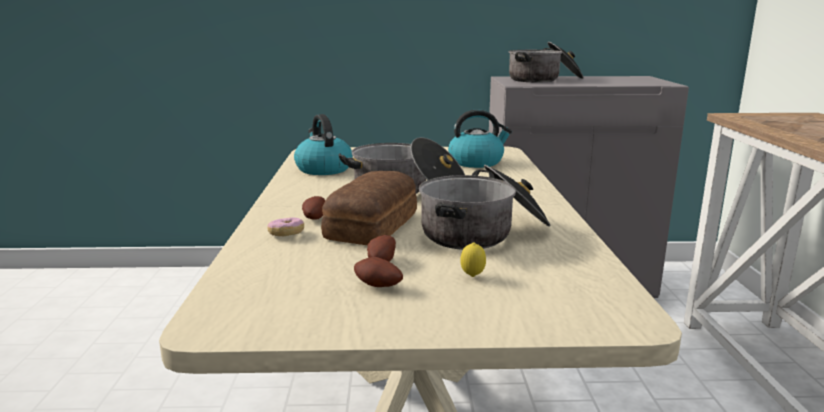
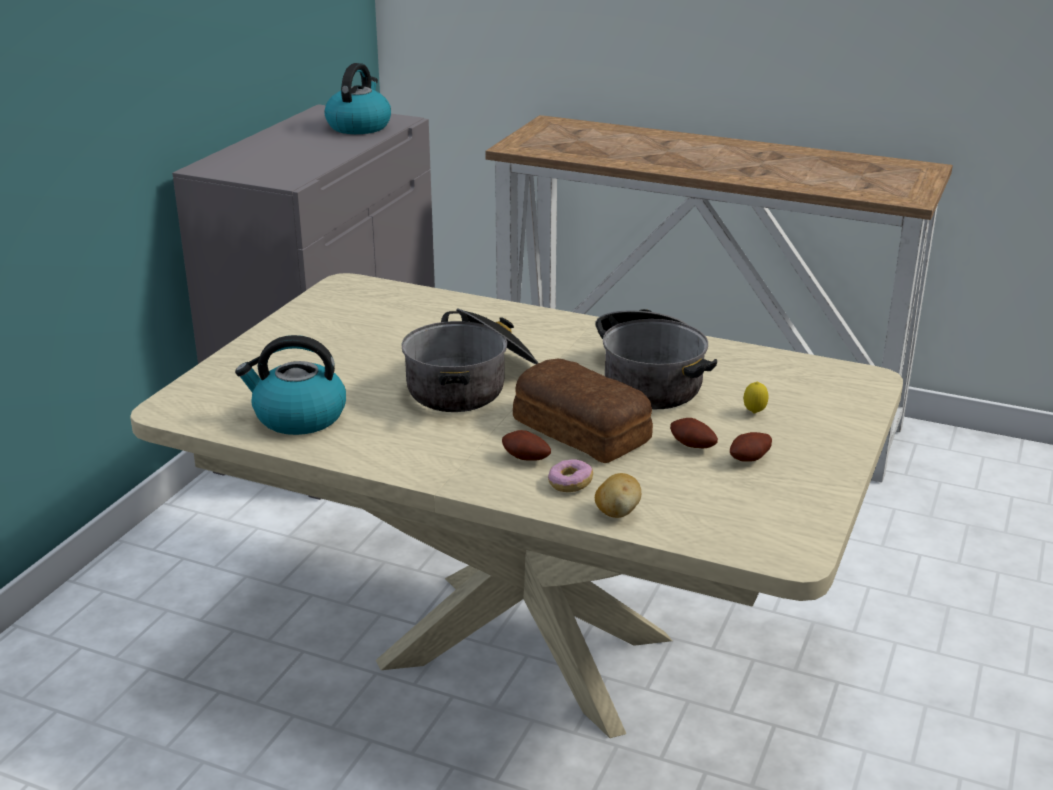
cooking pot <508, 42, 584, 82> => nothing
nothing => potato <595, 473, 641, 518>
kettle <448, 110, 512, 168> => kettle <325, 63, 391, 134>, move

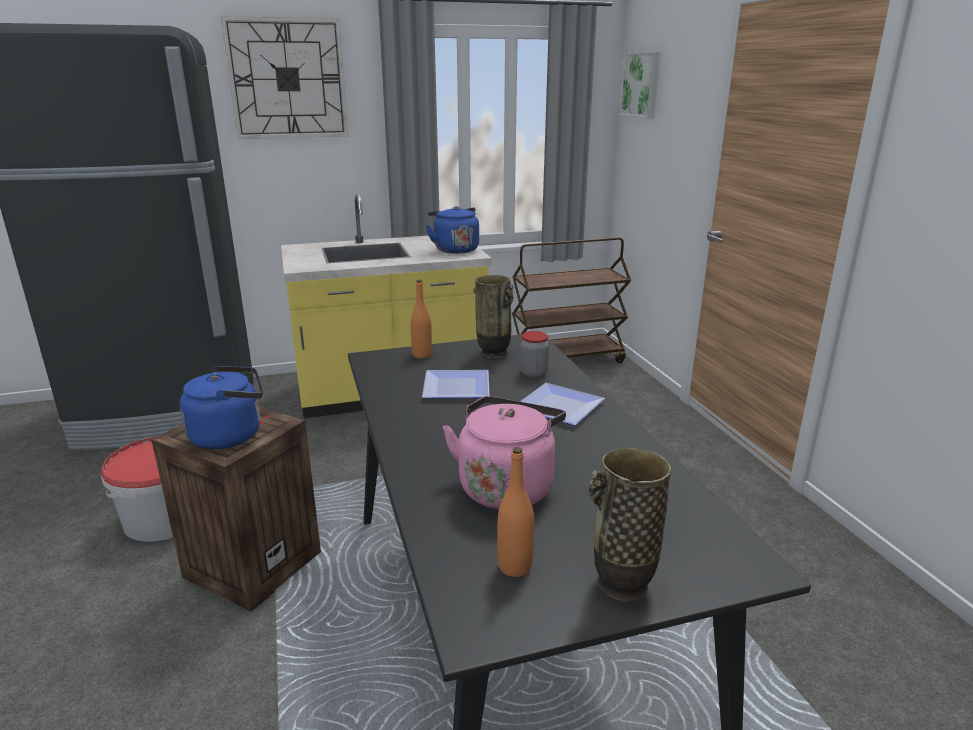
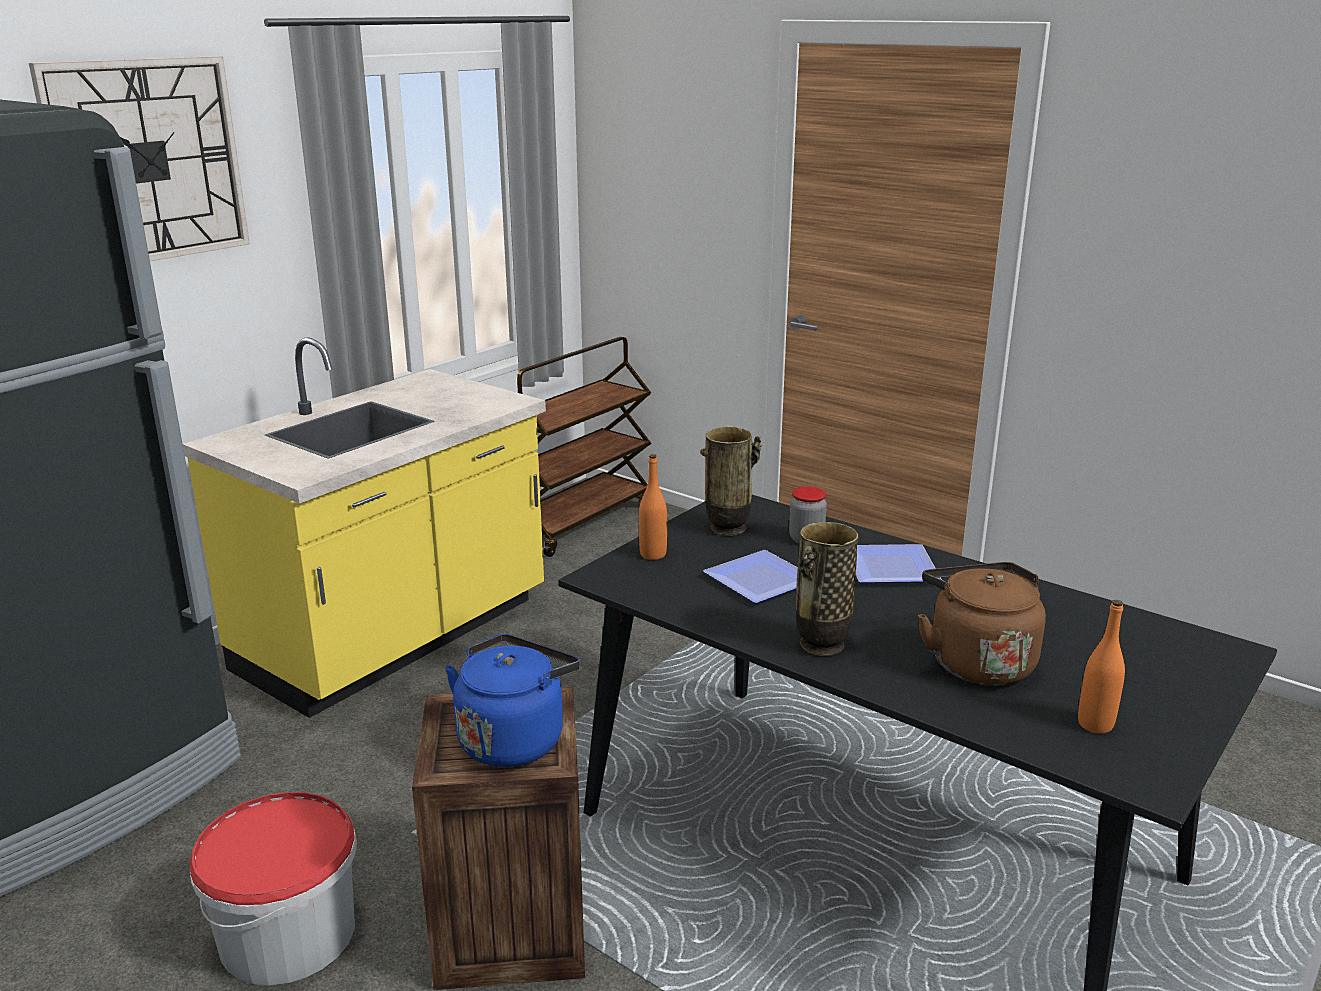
blue kettle <426, 206, 479, 254> => nothing
picture <619, 52, 660, 119> => nothing
vase <589, 448, 671, 601> => vase <796, 522, 858, 656>, move
pink kettle <443, 396, 566, 510> => brown kettle <918, 562, 1046, 685>

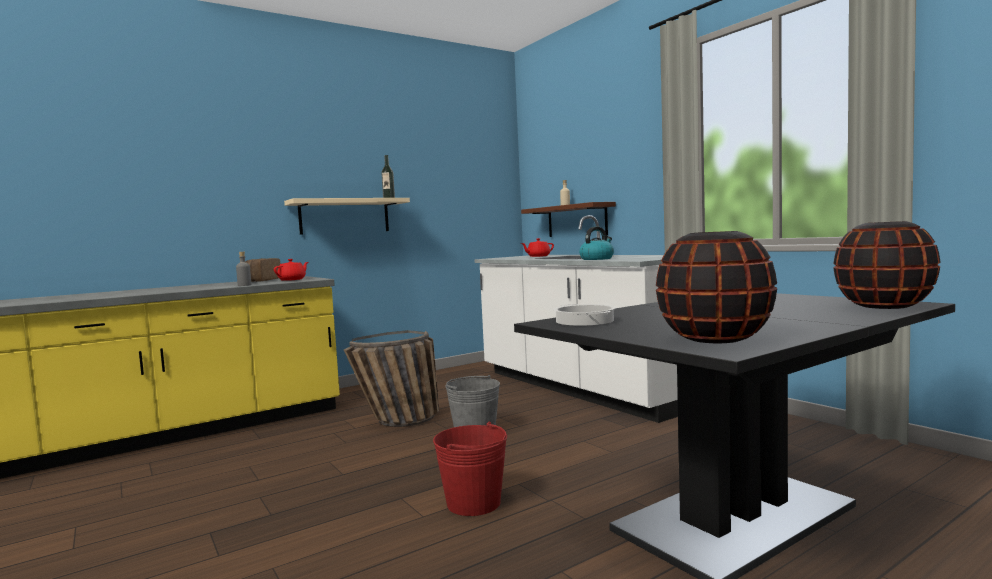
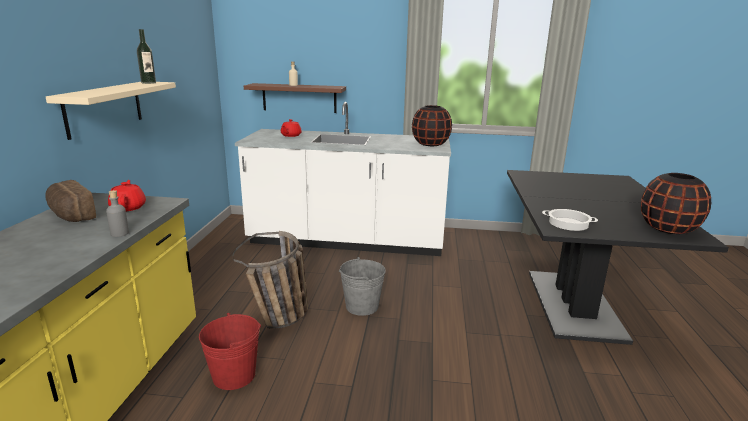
kettle <579, 226, 614, 260> => nothing
red bucket <433, 421, 507, 516> => red bucket <199, 313, 261, 390>, move
black vase <833, 221, 940, 309> => black vase <412, 105, 452, 146>, move

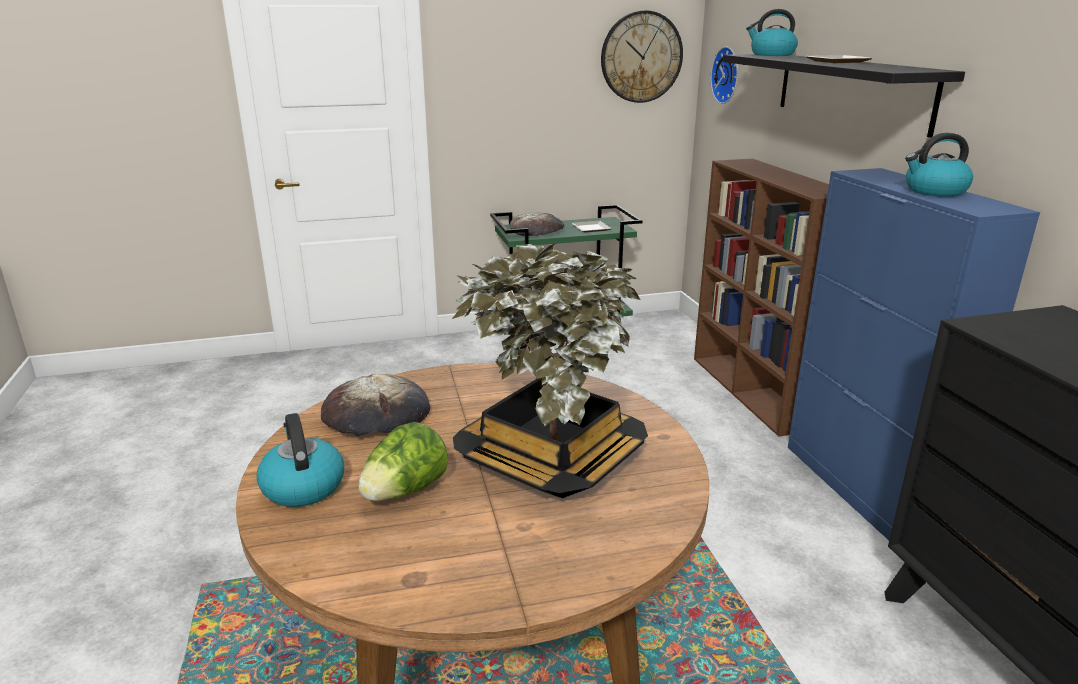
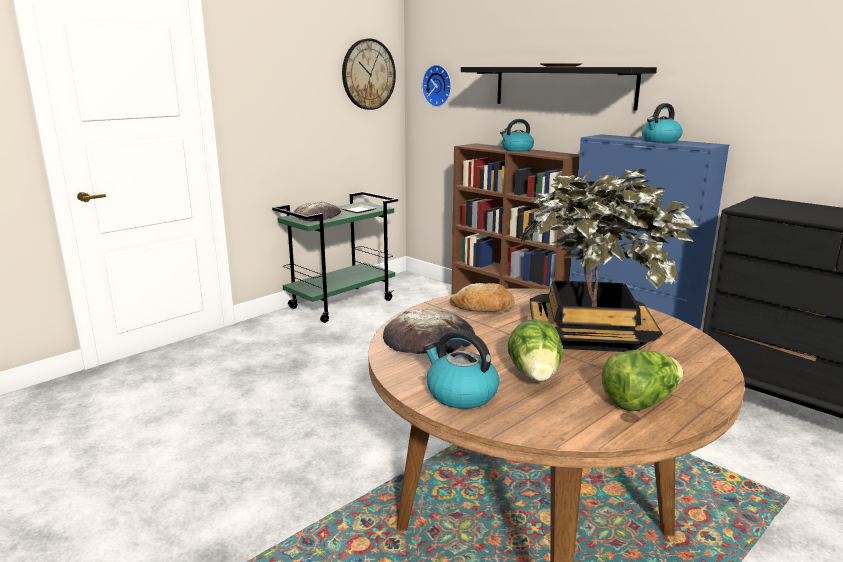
nothing => bread <449, 283, 515, 312>
nothing => lettuce <602, 350, 683, 411>
kettle <746, 9, 798, 56> => kettle <500, 119, 534, 152>, move

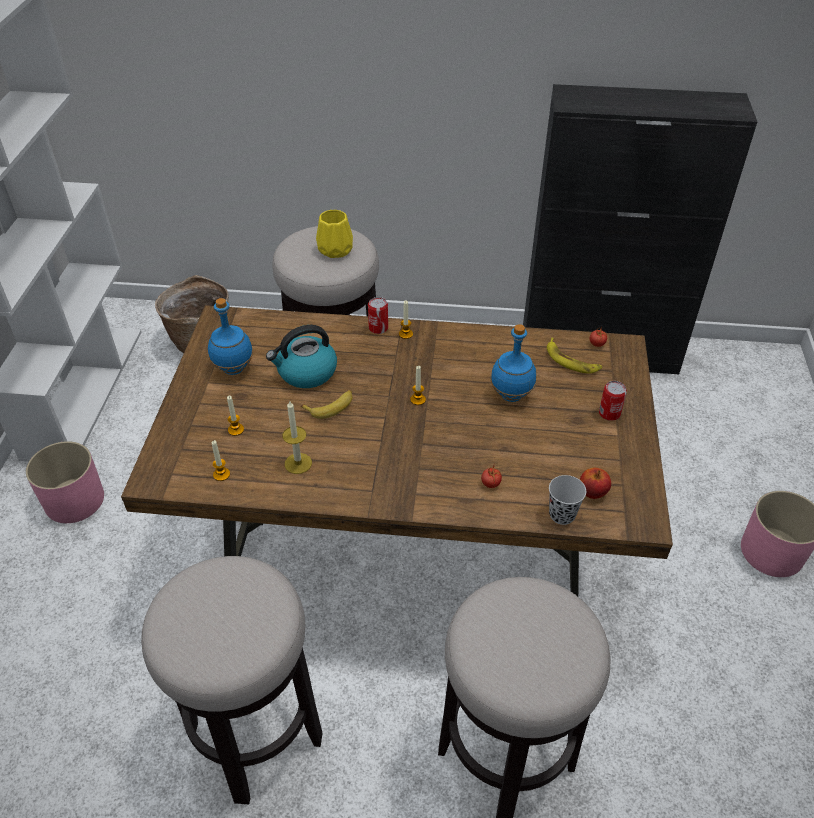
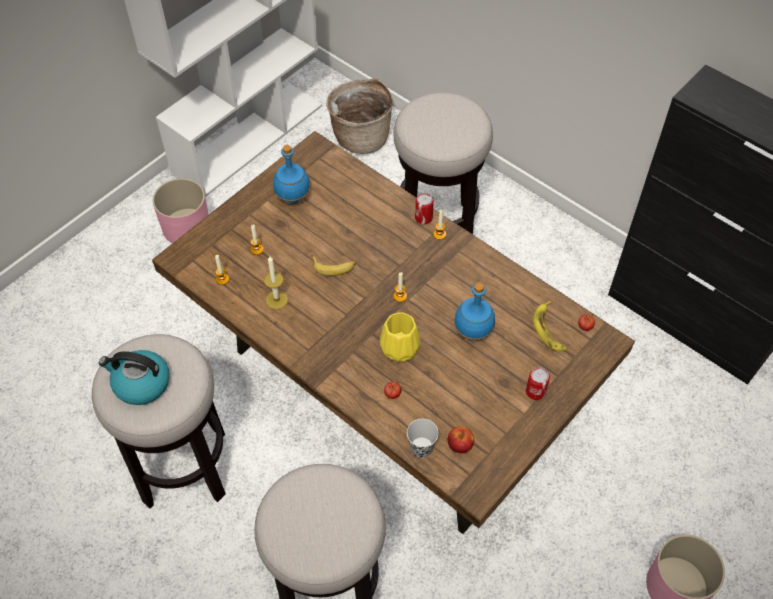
kettle <266, 325, 337, 388> => kettle <99, 350, 170, 405>, move
yellow vase <316, 210, 353, 258> => yellow vase <380, 312, 420, 362>, move

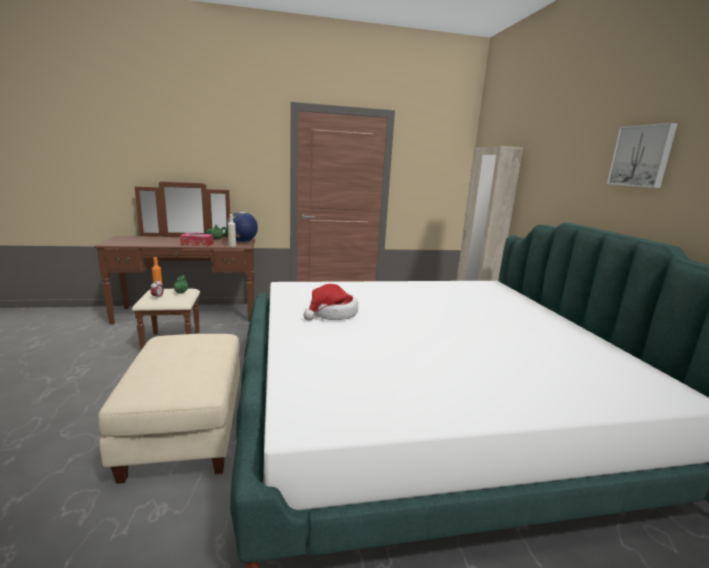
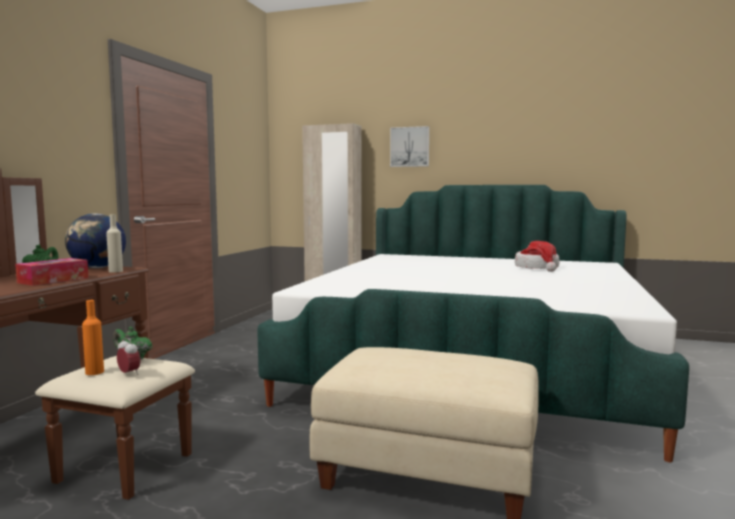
hat <303, 284, 358, 321> => hat <515, 241, 559, 272>, move
picture <607, 123, 678, 188> => picture <390, 126, 429, 167>, move

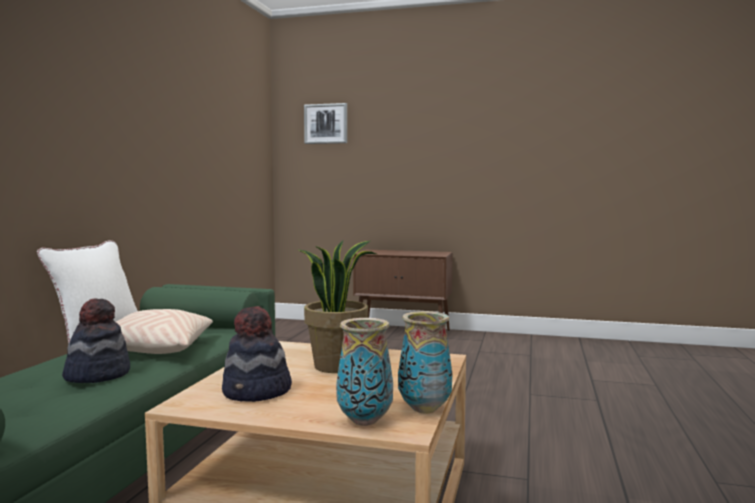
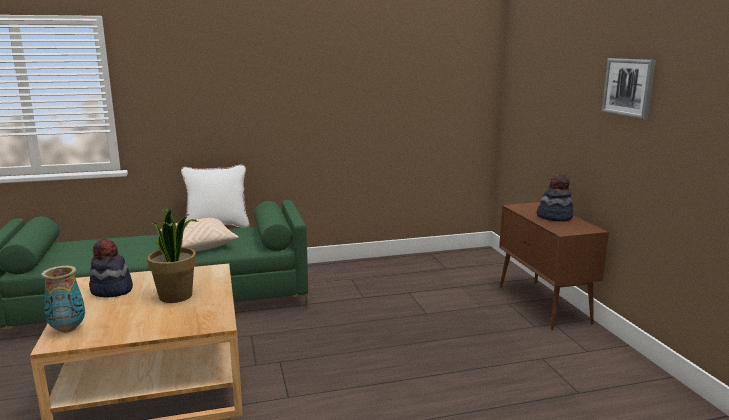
vase <398, 311, 452, 414> => nothing
hat <62, 298, 130, 383> => hat <537, 174, 573, 221>, move
picture <304, 103, 347, 144> => picture <601, 58, 656, 120>, move

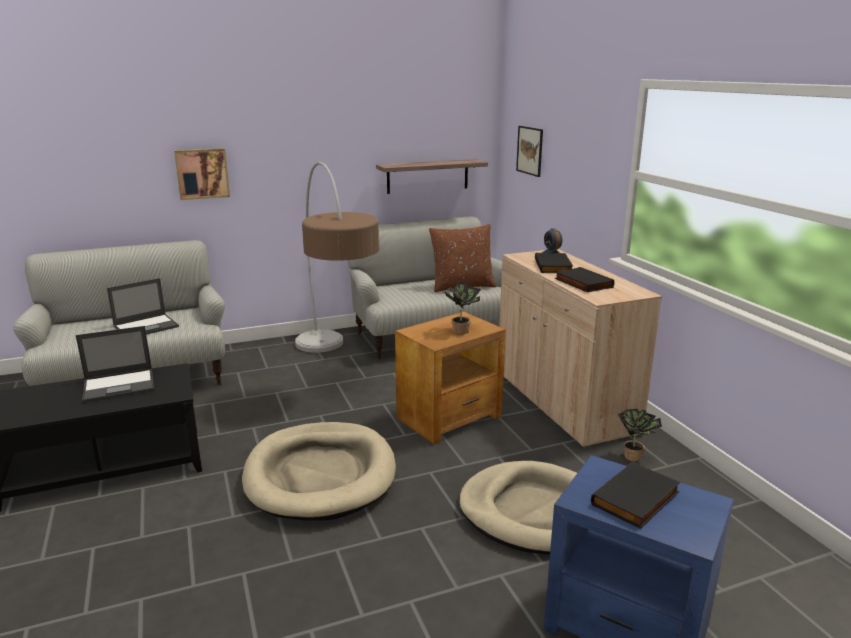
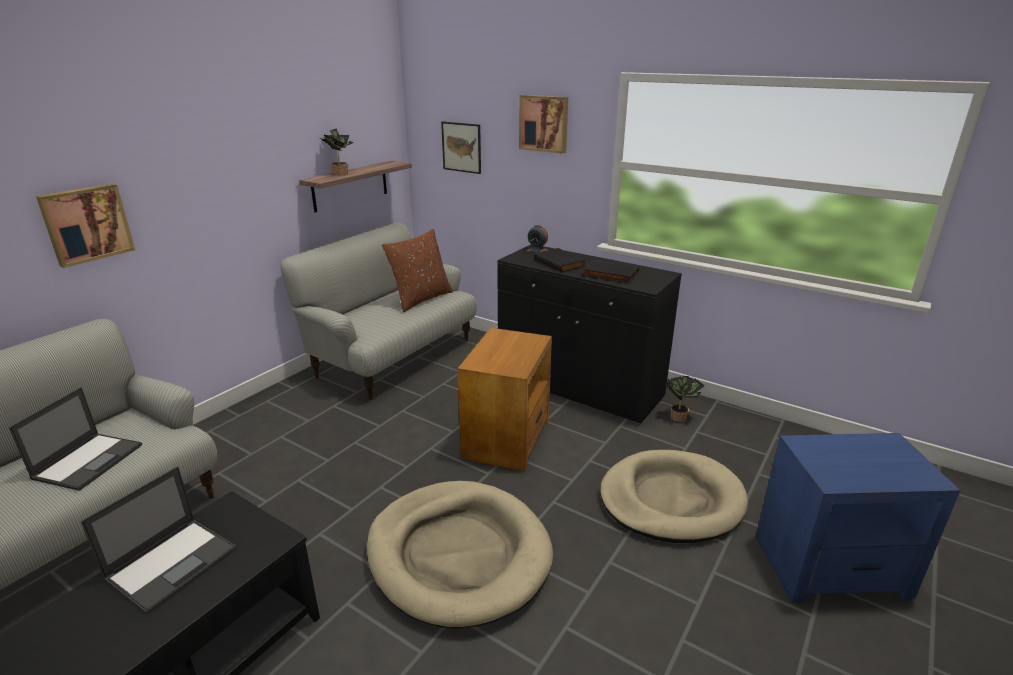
floor lamp <295, 162, 379, 353> => nothing
black book <591, 461, 680, 529> => nothing
nothing => picture <519, 95, 568, 154>
potted plant <444, 282, 481, 334> => potted plant <320, 129, 354, 176>, move
beige cabinet <499, 249, 662, 449> => black cabinet <497, 245, 682, 425>

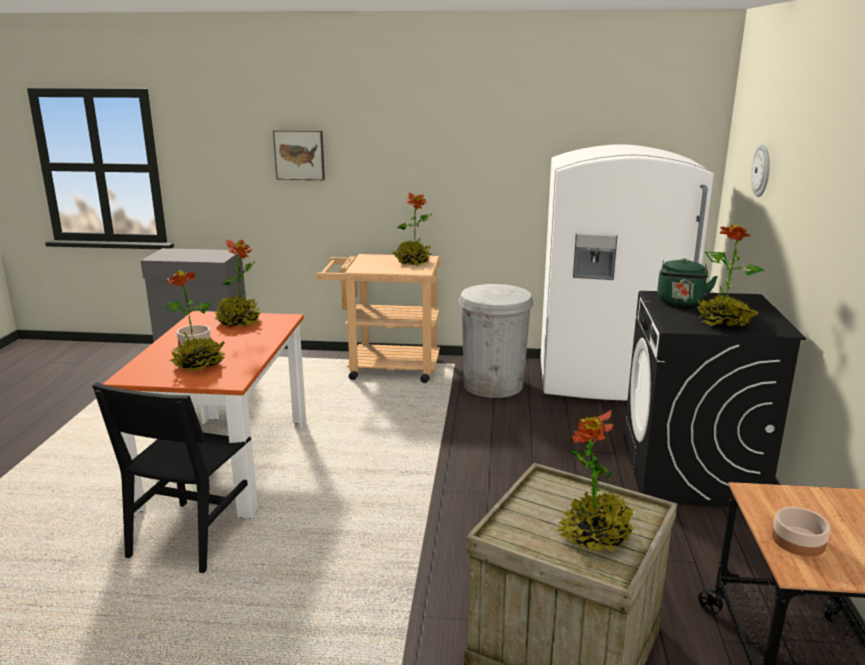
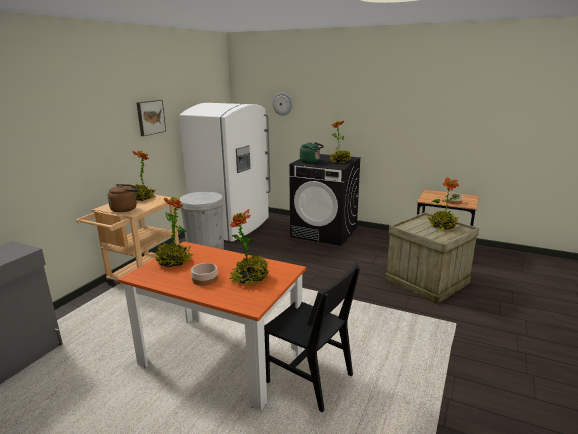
nothing => brown kettle <107, 184, 139, 212>
picture <273, 130, 325, 180> => picture <136, 100, 166, 136>, move

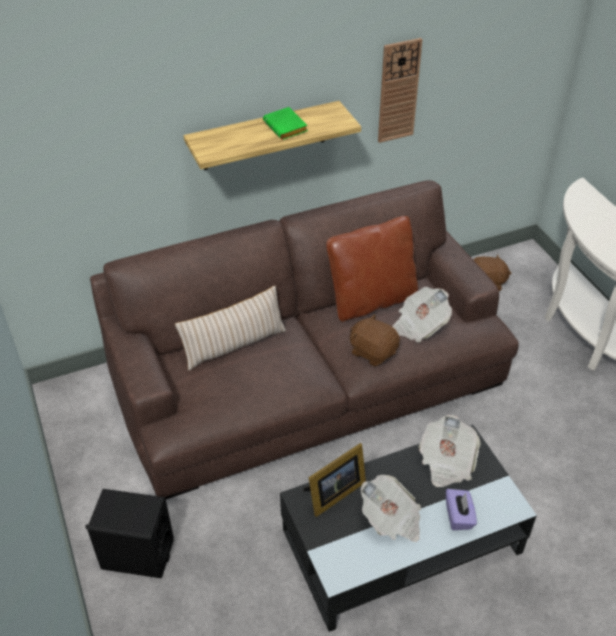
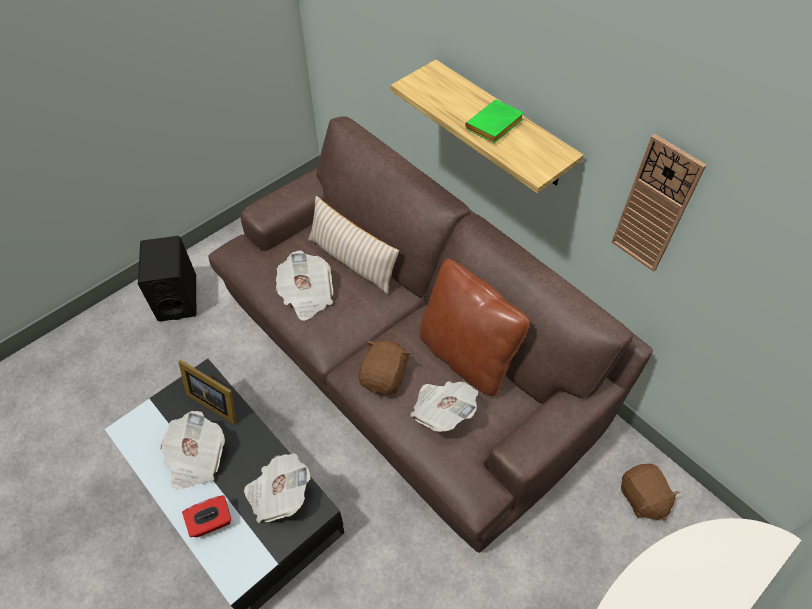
nothing => newspaper <275, 251, 333, 321>
purple tissue box <446, 489, 477, 530> => red tissue box <182, 495, 231, 537>

